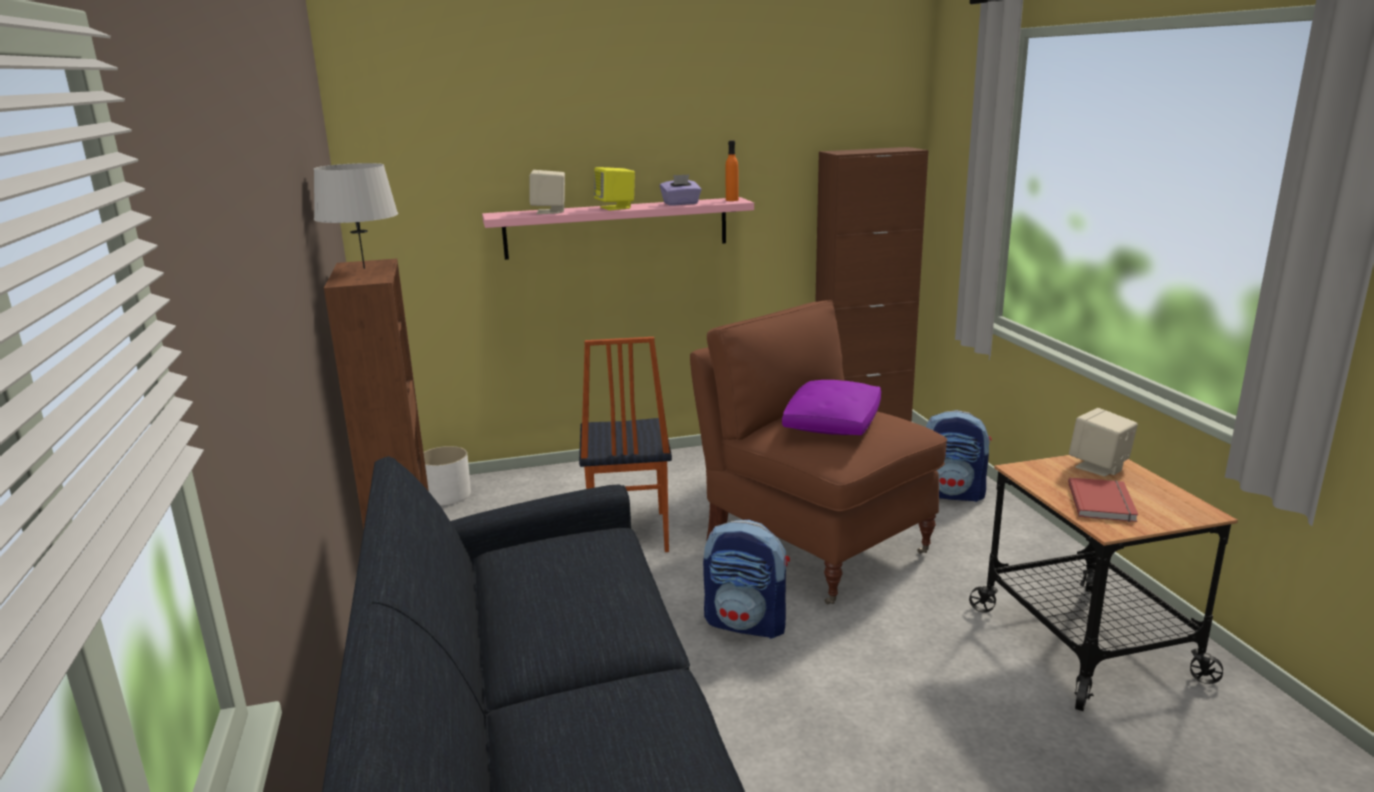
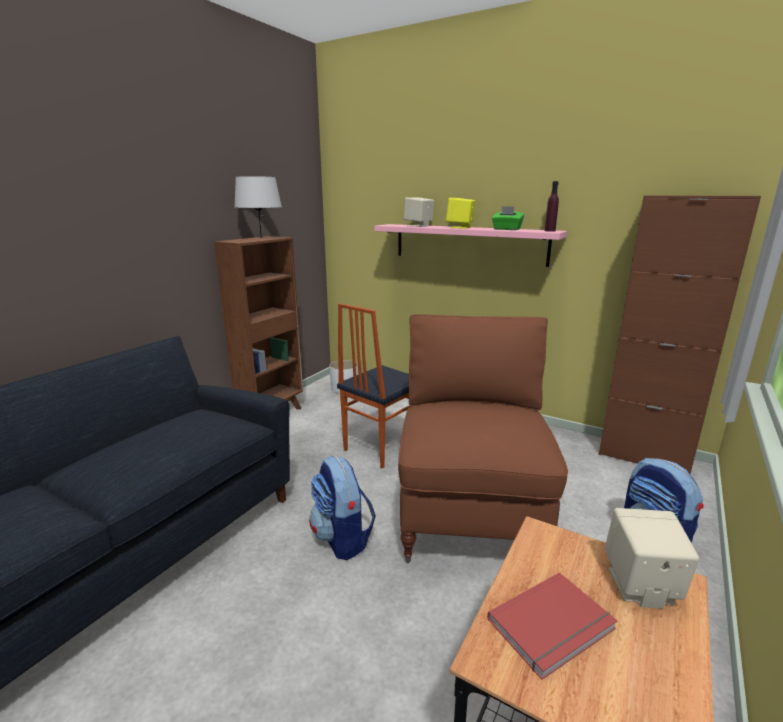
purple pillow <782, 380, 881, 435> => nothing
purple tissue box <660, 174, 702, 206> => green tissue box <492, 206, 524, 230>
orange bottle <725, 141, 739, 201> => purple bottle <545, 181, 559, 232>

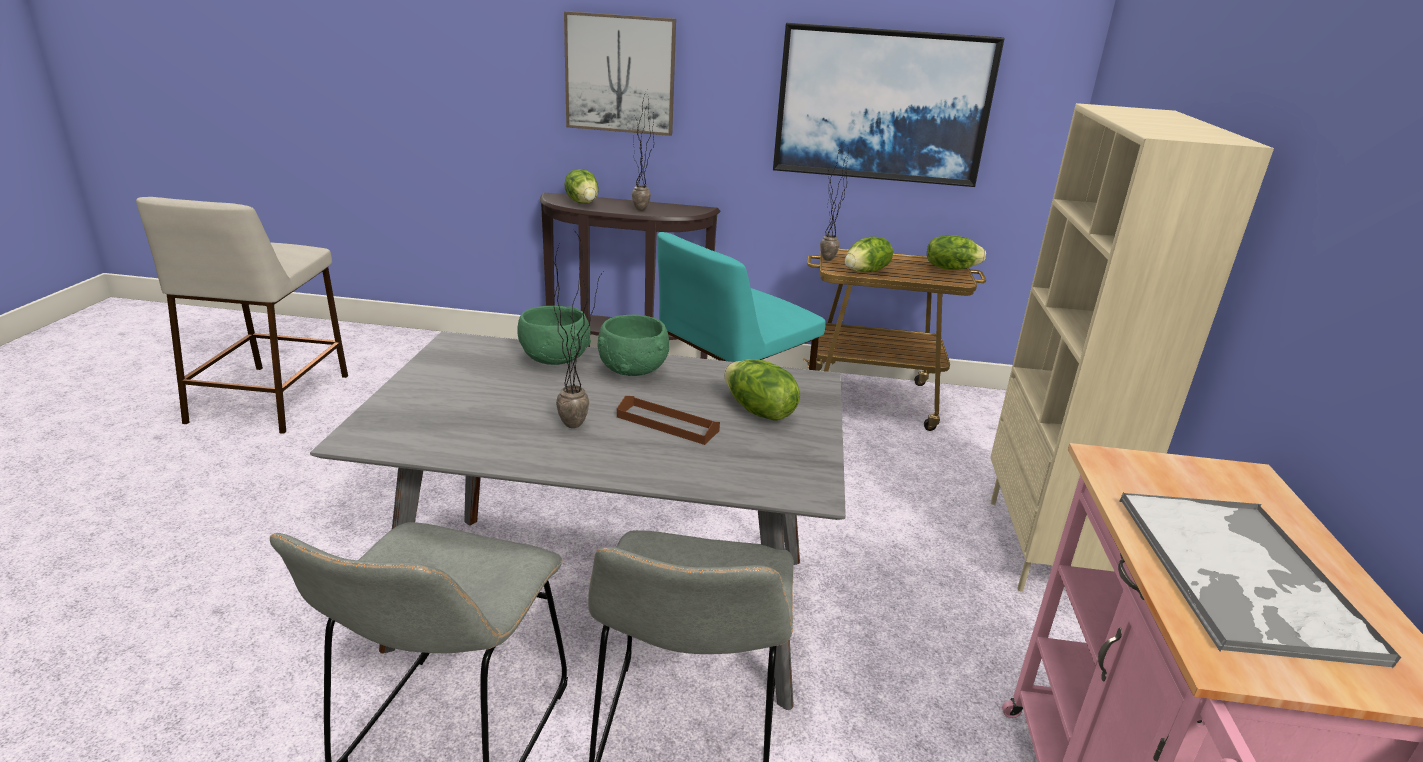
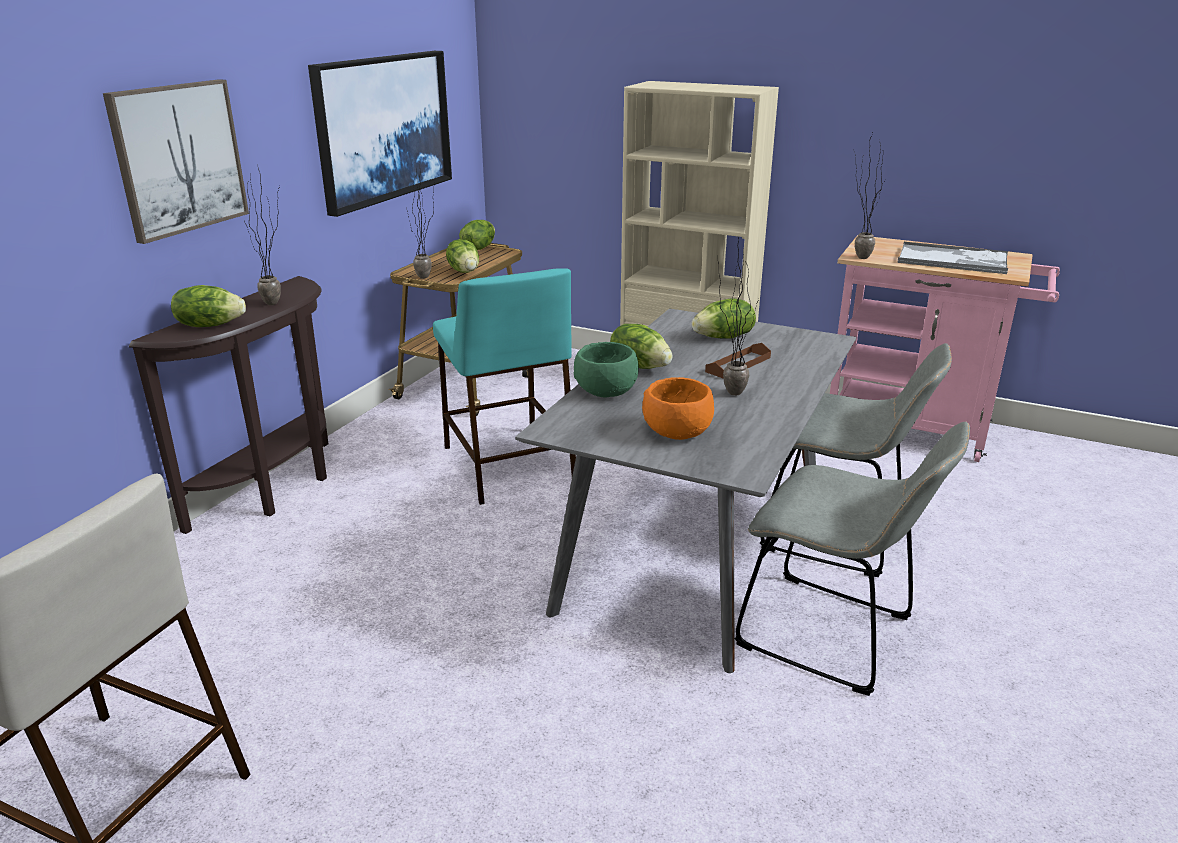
nothing => orange bowl <642, 377, 714, 440>
nothing => potted plant <854, 133, 884, 259>
green bowl <598, 315, 669, 376> => lettuce <610, 324, 673, 369>

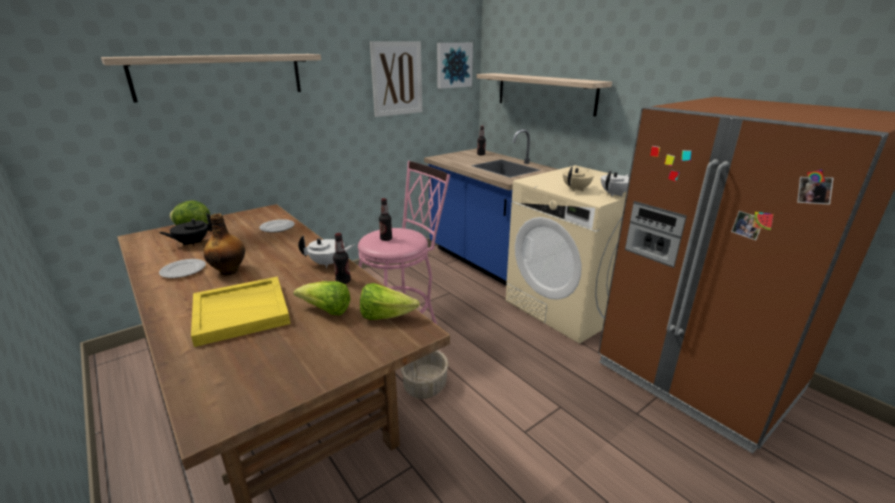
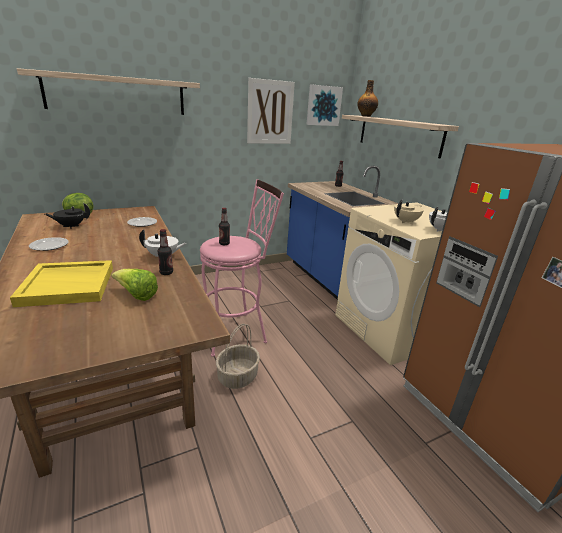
lettuce <360, 283, 420, 320> => nothing
bottle <204, 213, 245, 275> => bottle <358, 80, 378, 117>, move

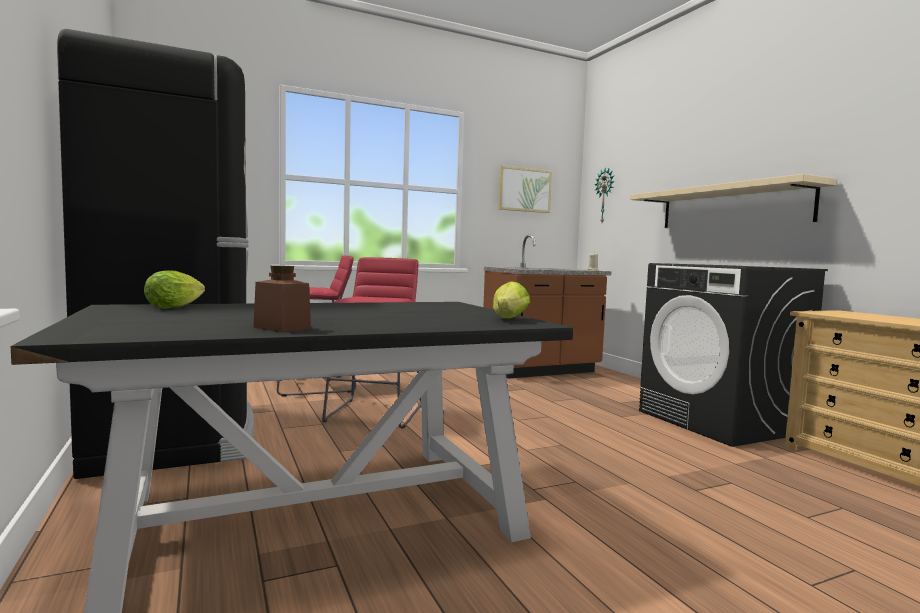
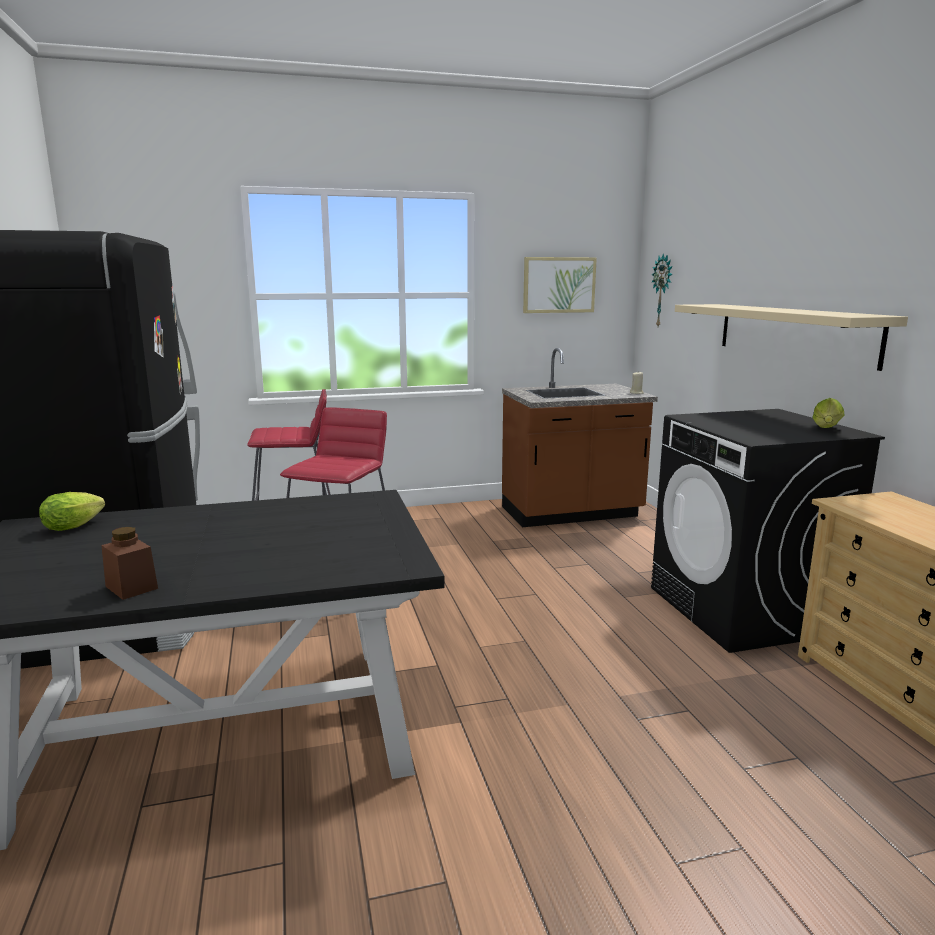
lettuce <493, 281, 530, 319> => lettuce <813, 398, 845, 428>, move

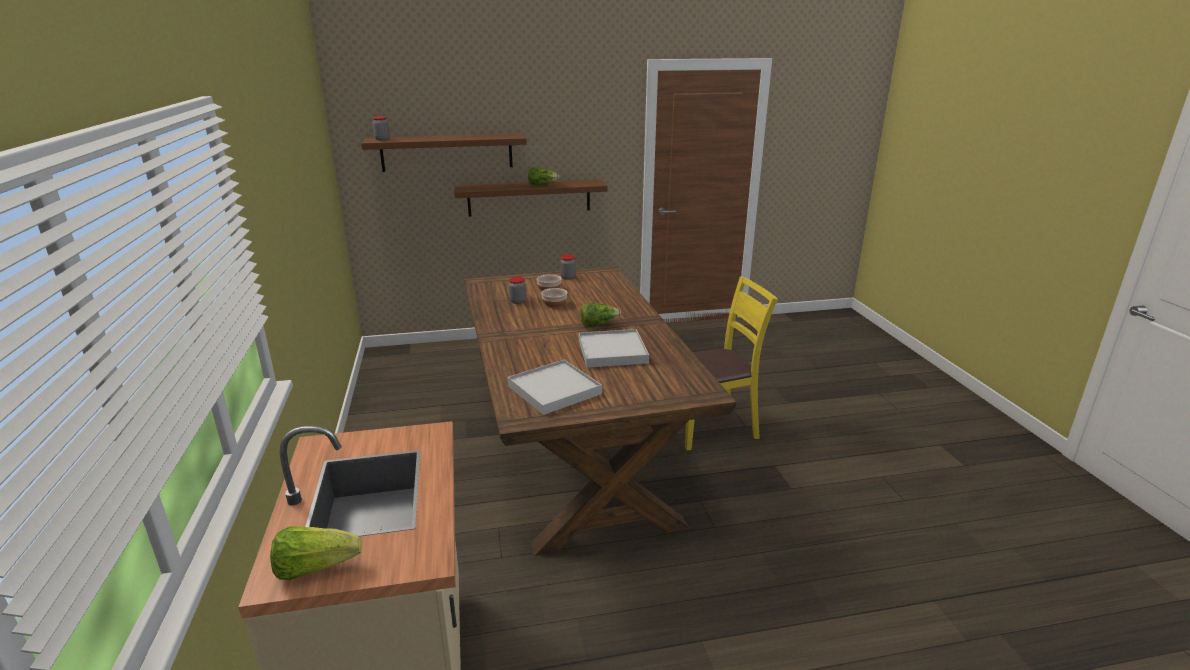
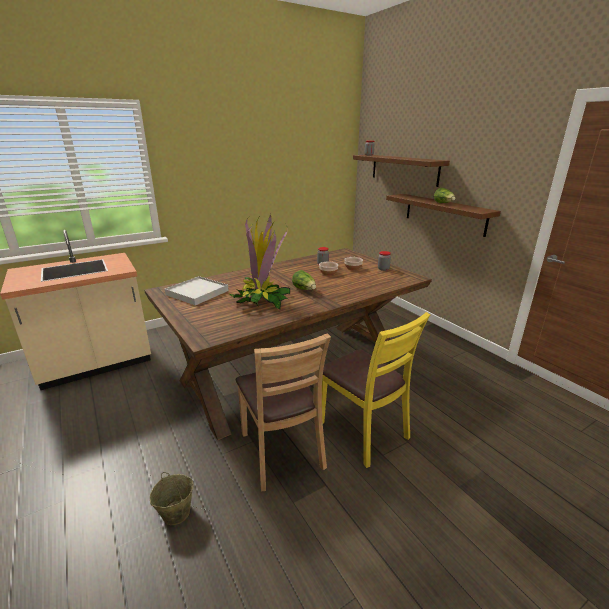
lettuce <270, 526, 362, 580> => nothing
nothing => beige bucket <150, 472, 194, 525>
nothing => brown chair <235, 333, 331, 491>
white tray <579, 329, 649, 368> => potted plant <230, 214, 290, 310>

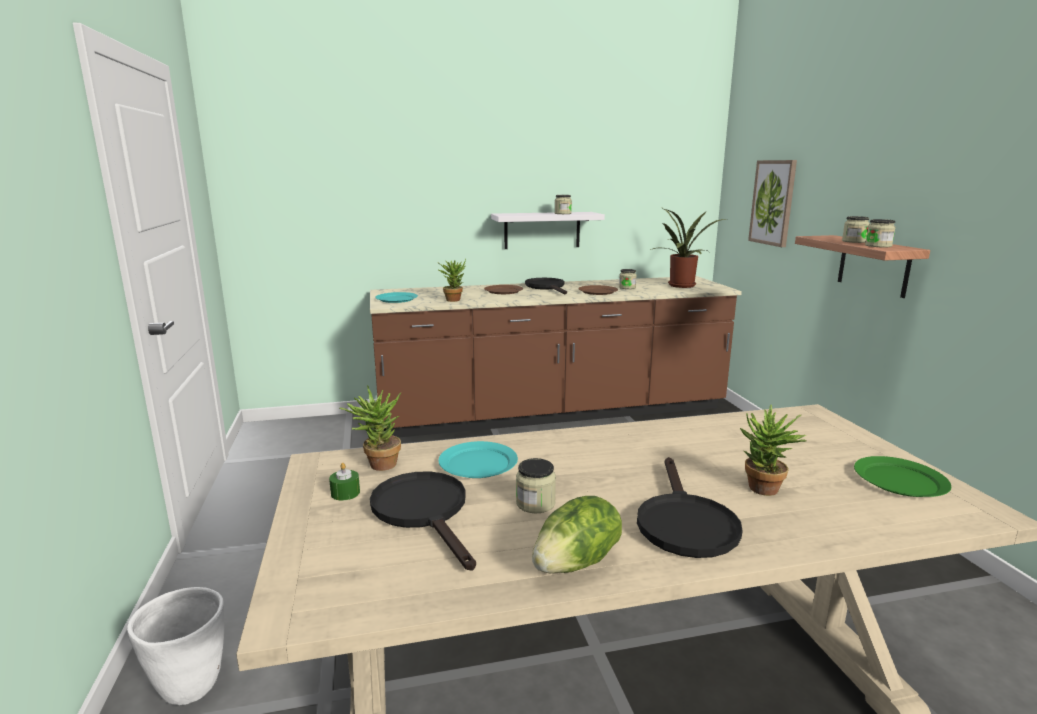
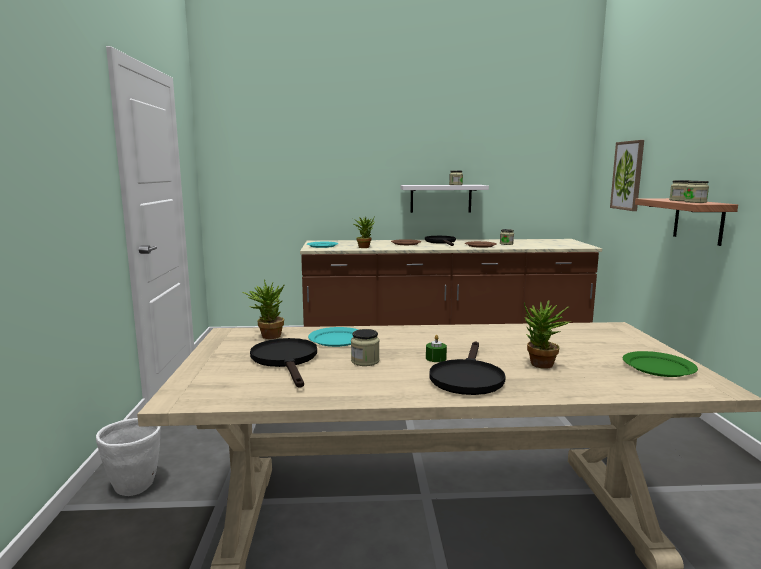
lettuce <532, 496, 622, 574> => nothing
potted plant <650, 208, 726, 288> => nothing
green candle <329, 463, 360, 501> => green candle <426, 335, 447, 362>, move

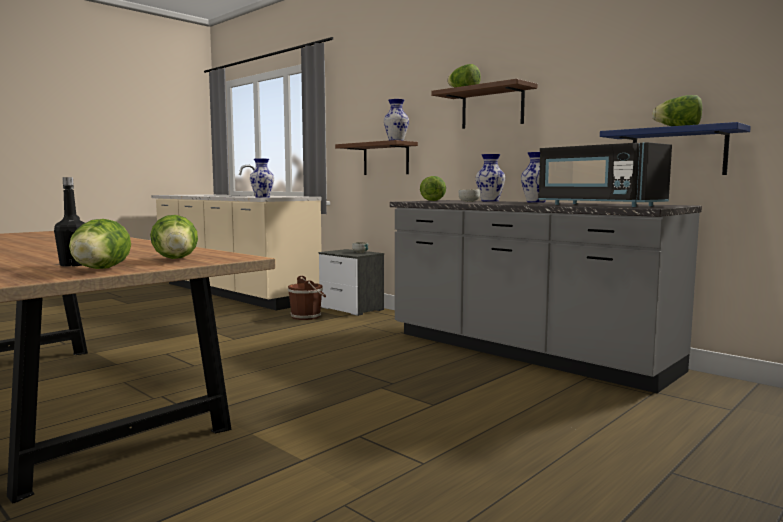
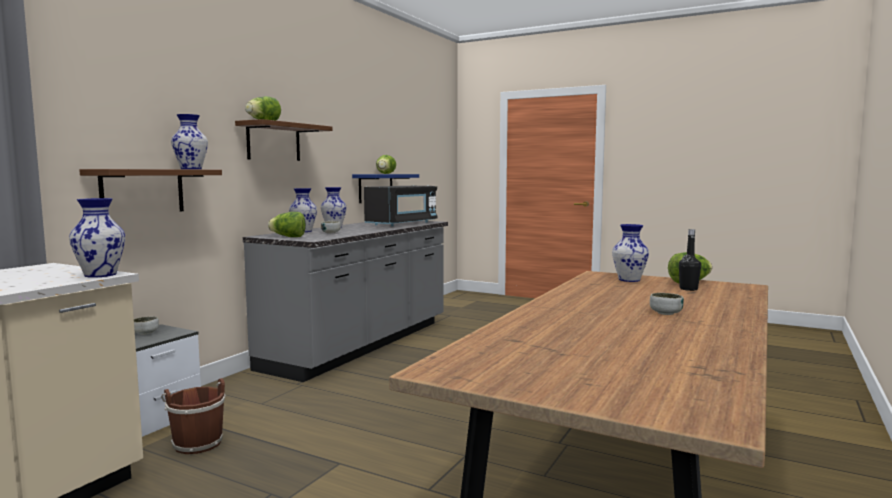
nothing => bowl <650, 293, 684, 315>
lettuce <150, 215, 198, 259> => vase <612, 224, 649, 282>

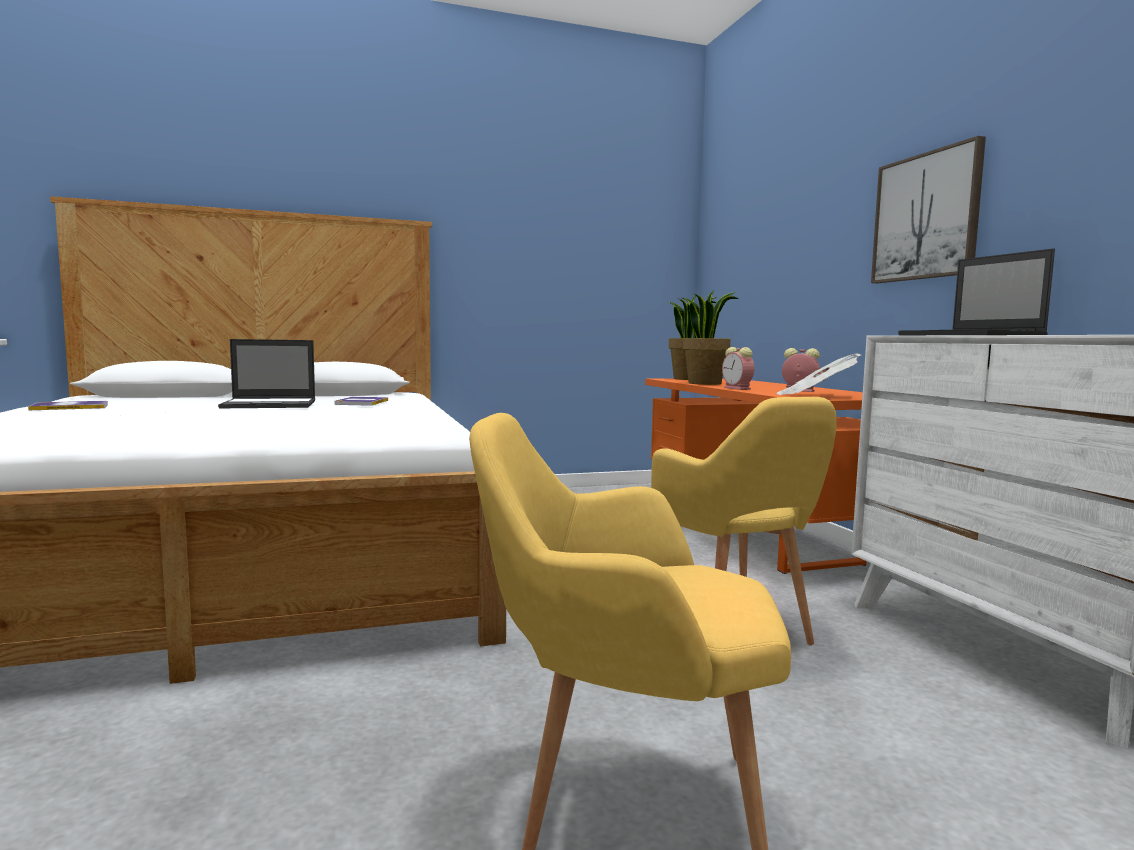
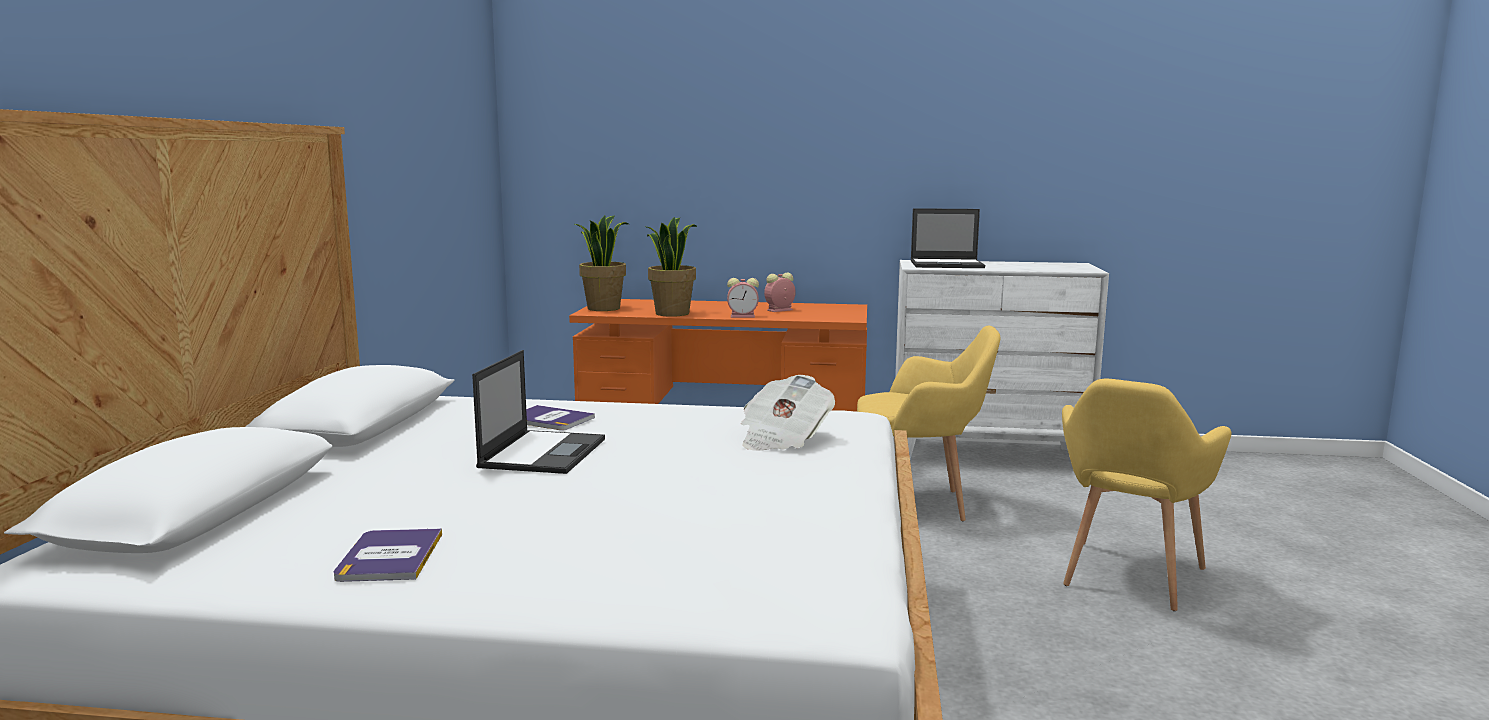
picture <871, 136, 986, 283> => nothing
newspaper <776, 354, 861, 395> => newspaper <741, 375, 835, 451>, move

